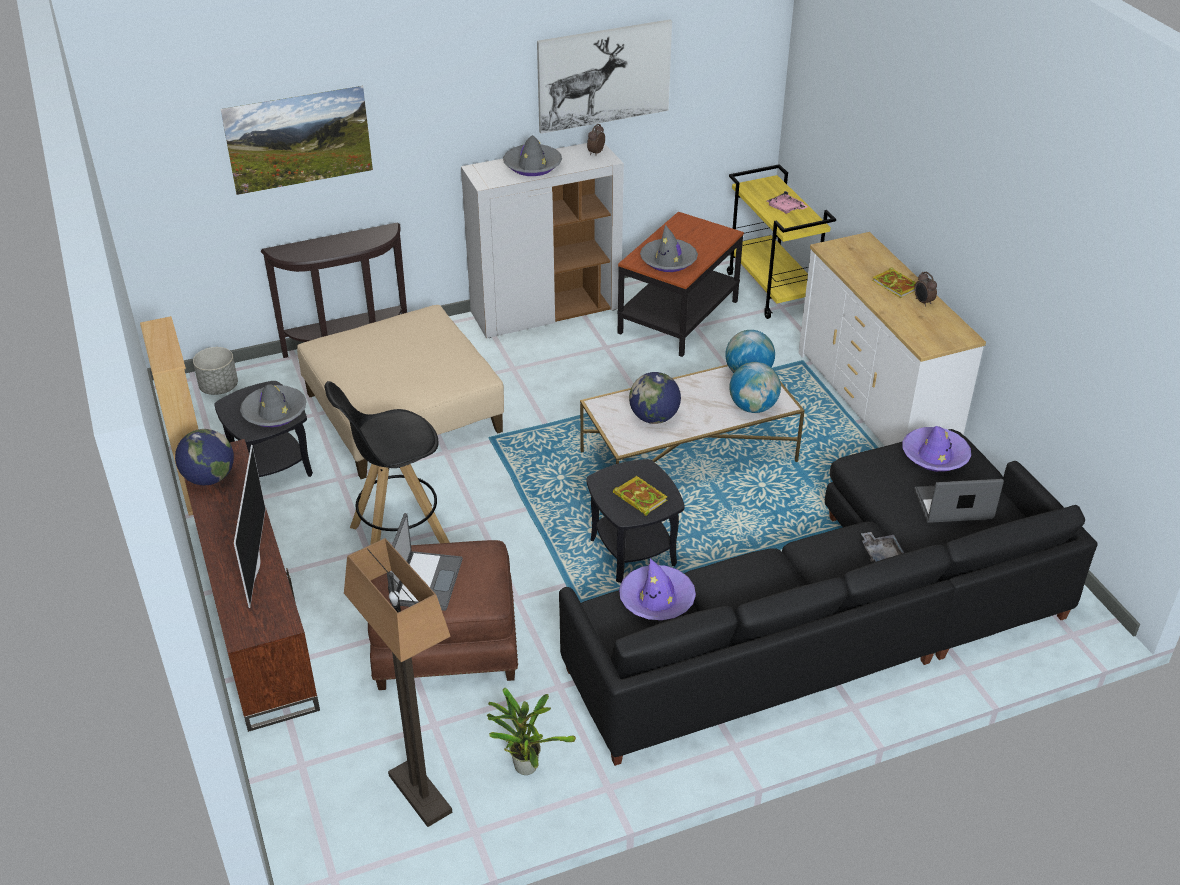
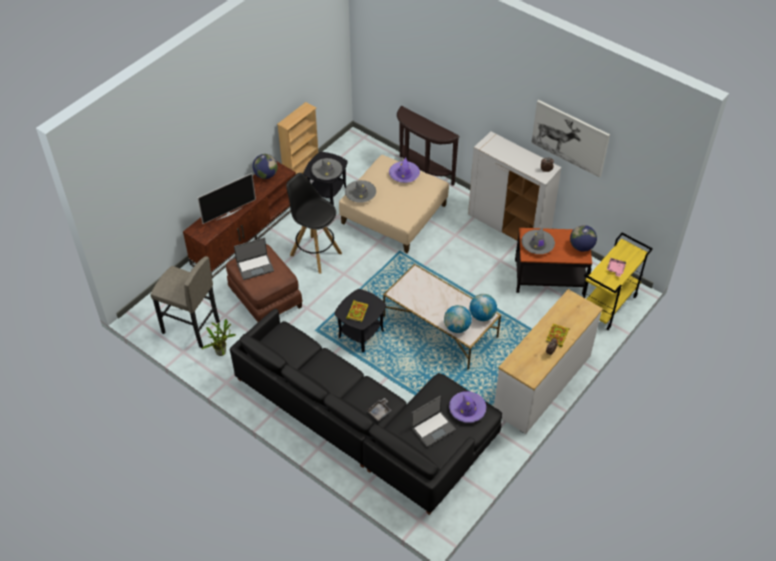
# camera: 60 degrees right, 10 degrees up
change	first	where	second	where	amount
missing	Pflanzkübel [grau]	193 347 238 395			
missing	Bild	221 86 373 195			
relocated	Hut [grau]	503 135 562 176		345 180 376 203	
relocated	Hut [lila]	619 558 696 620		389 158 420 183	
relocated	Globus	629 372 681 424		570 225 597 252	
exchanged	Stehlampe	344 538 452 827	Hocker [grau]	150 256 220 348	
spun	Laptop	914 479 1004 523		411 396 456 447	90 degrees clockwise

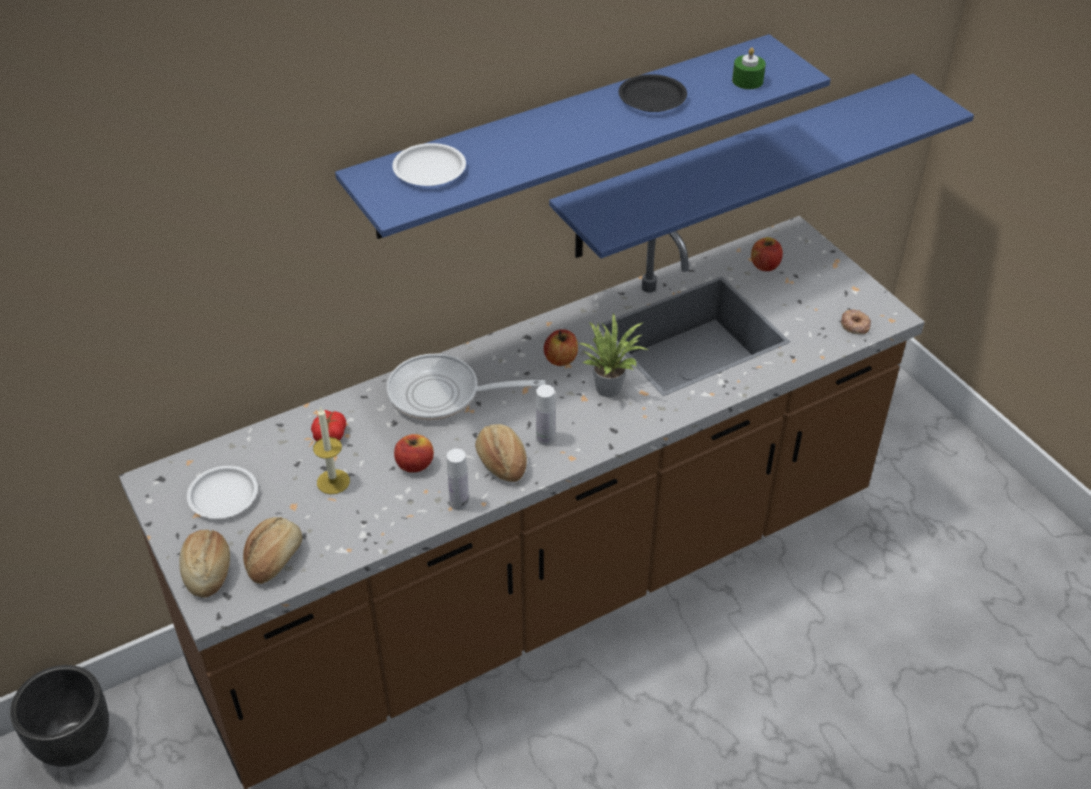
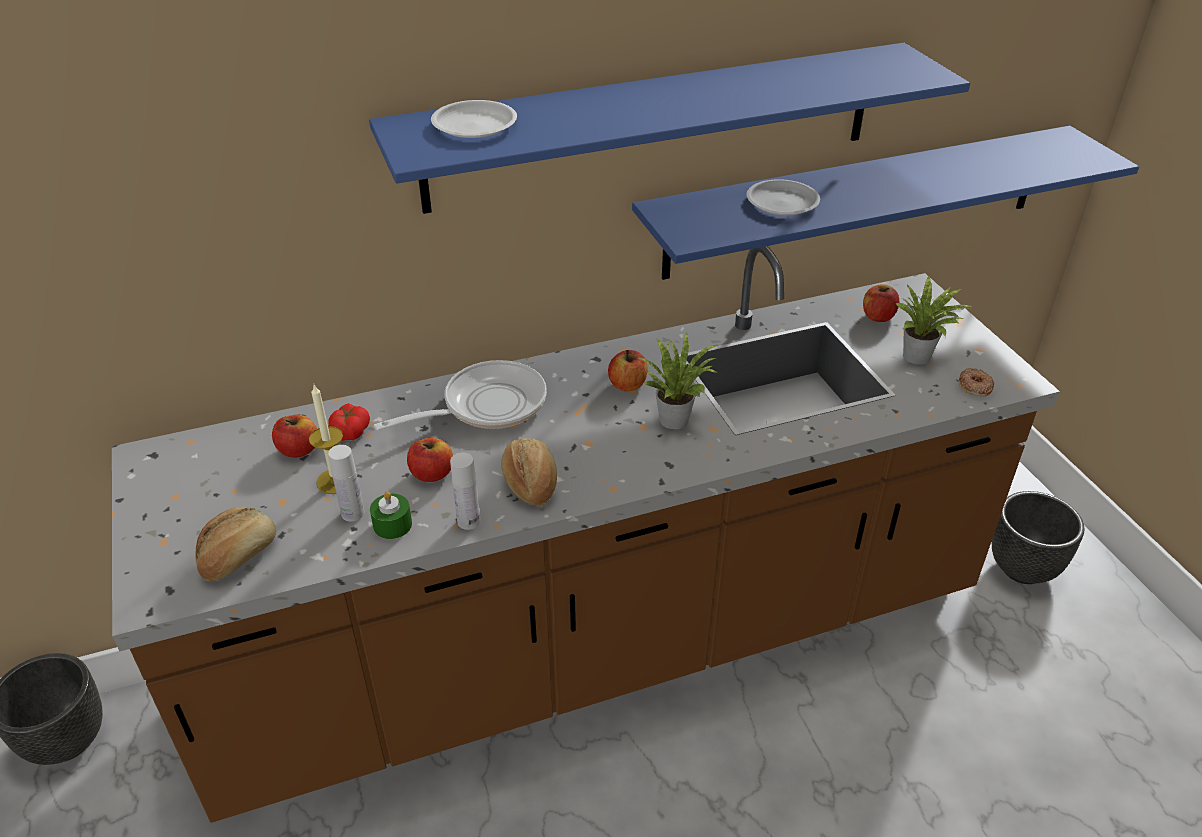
# camera: 10 degrees right, 5 degrees down
change	first	where	second	where	amount
missing	Brot	179 530 230 598			
missing	Teller [schwarz]	619 74 687 112			
appeared			Apfel	272 415 317 458	
appeared			Topfpflanze	896 276 971 365	
appeared			Pflanzkübel [schwarz]	992 491 1084 584	
relocated	Teller [weiß]	187 466 258 519		747 179 820 215	
relocated	Flasche [weiß]	536 385 555 445		328 445 364 522	
relocated	Kerze [grün]	732 48 766 89		370 491 412 539	
spun	Pfanne	387 354 545 421		374 360 547 431	135 degrees clockwise

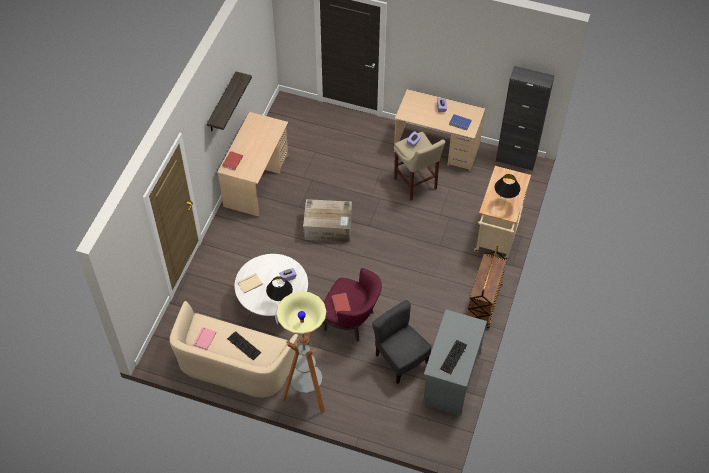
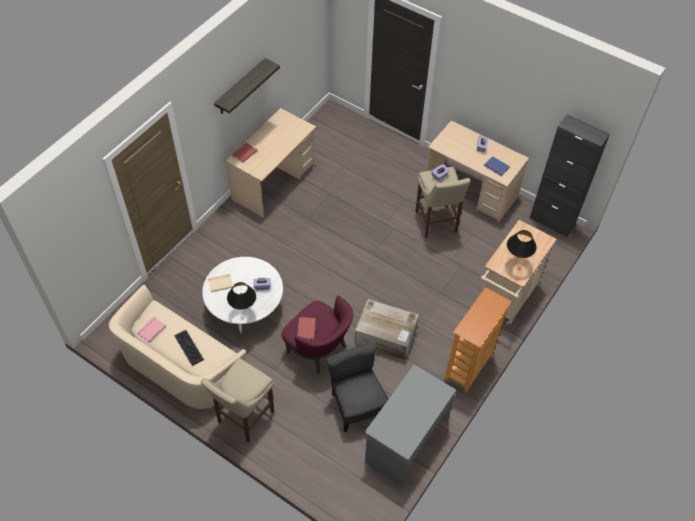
# camera: 15 degrees right, 0 degrees up
change	first	where	second	where	amount
missing	Tastatur	440 340 467 374			
relocated	Karton	303 199 352 242		355 299 419 360	
exchanged	Stehlampe	277 291 326 414	Hocker [beige]	201 358 274 443	
exchanged	Rollwagen [braun]	467 246 507 328	Bücherregal	444 287 512 393	

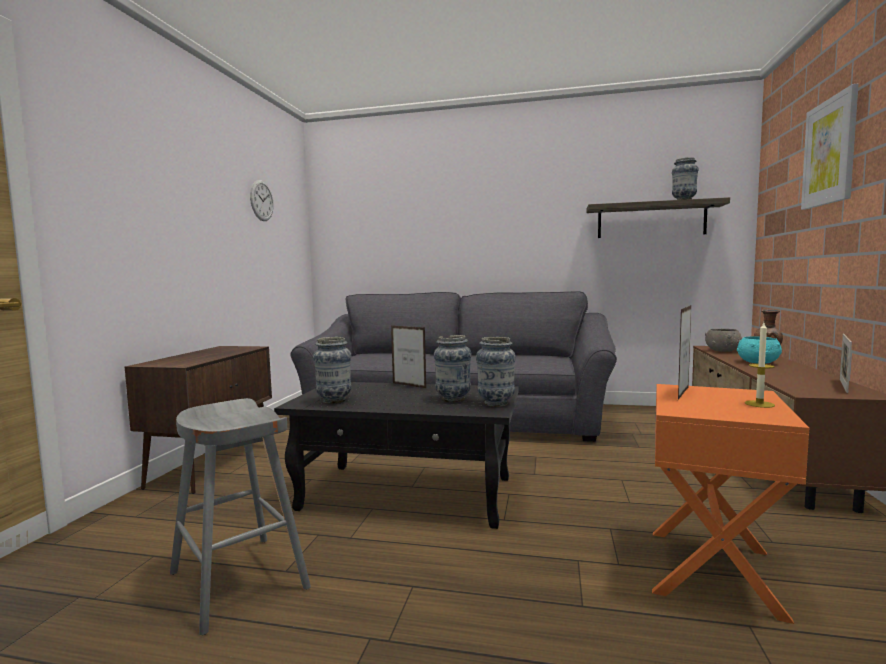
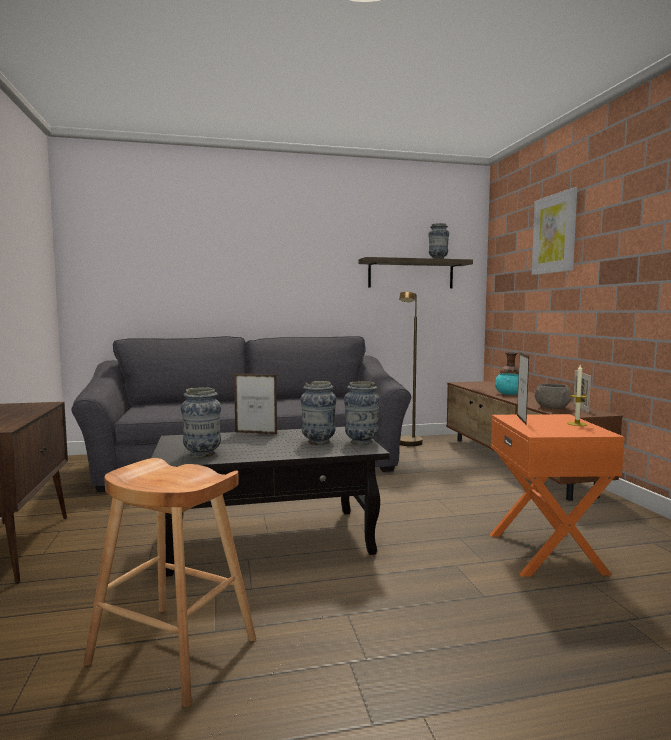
# camera: 25 degrees left, 0 degrees up
change	first	where	second	where	amount
missing	Wanduhr	250 180 274 221			
appeared			Stehlampe [braun]	399 292 423 446	
relocated	Schüssel [grau]	705 329 742 352		535 384 572 409	
colour	Hocker [grau]	170 398 311 635	Hocker [braun]	83 458 256 707	

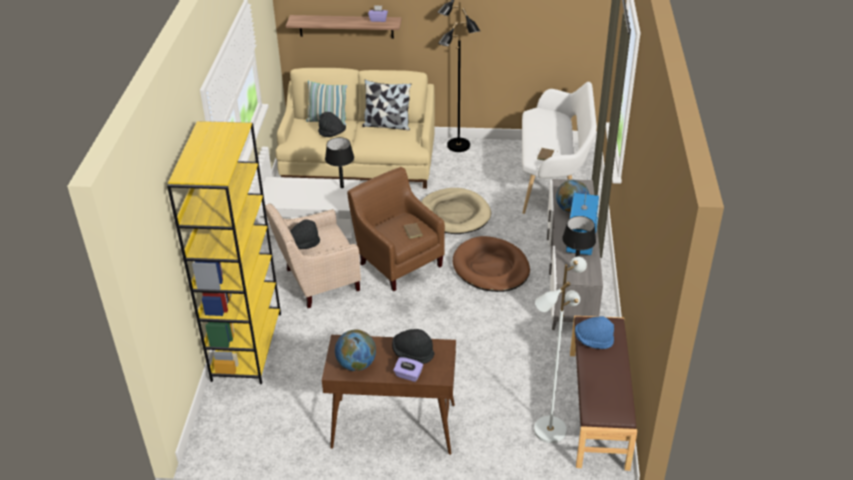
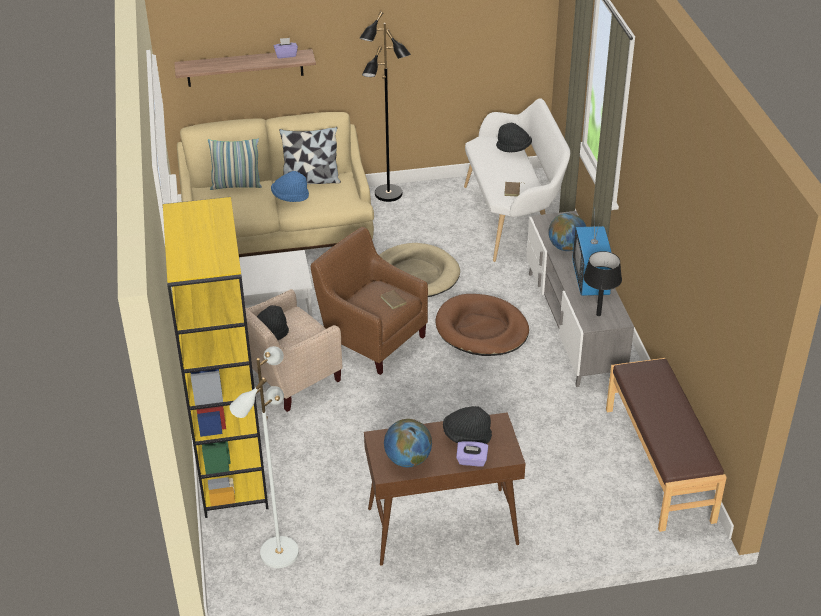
# camera: 15 degrees left, 0 degrees up
change	first	where	second	where	amount
missing	Tischlampe [schwarz]	325 137 354 188			
relocated	Hut [schwarz]	318 112 346 137		496 123 532 152	
relocated	Stehlampe [weiß]	534 257 587 443		230 346 299 568	
relocated	Hut [blau]	575 316 614 349		271 171 309 202	

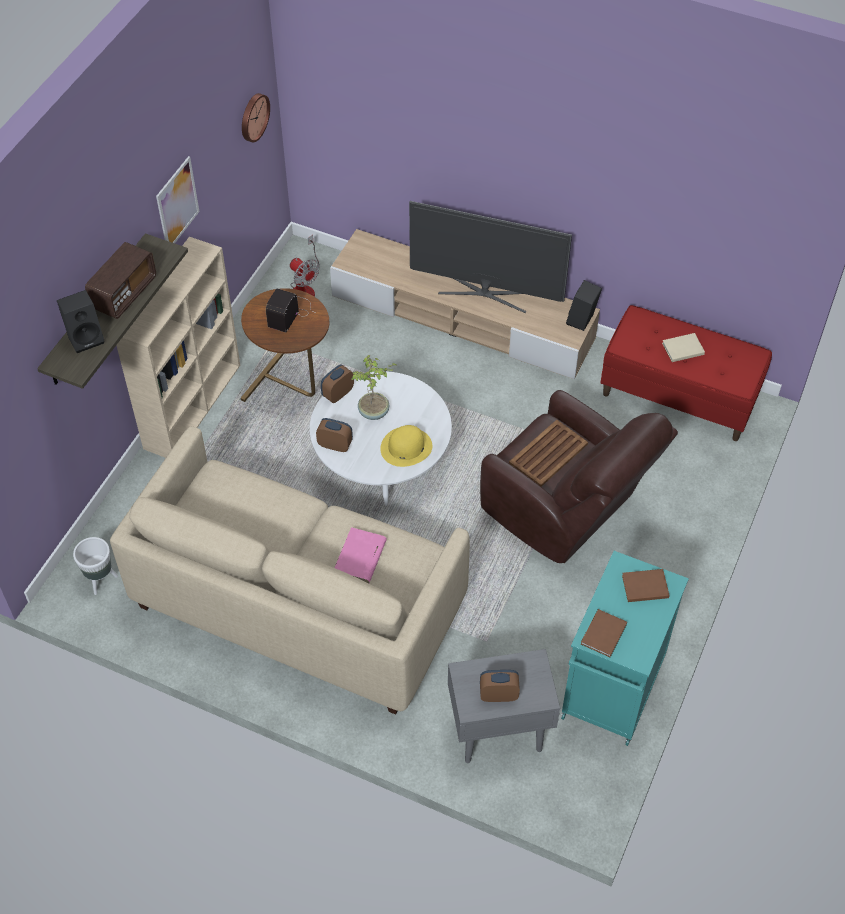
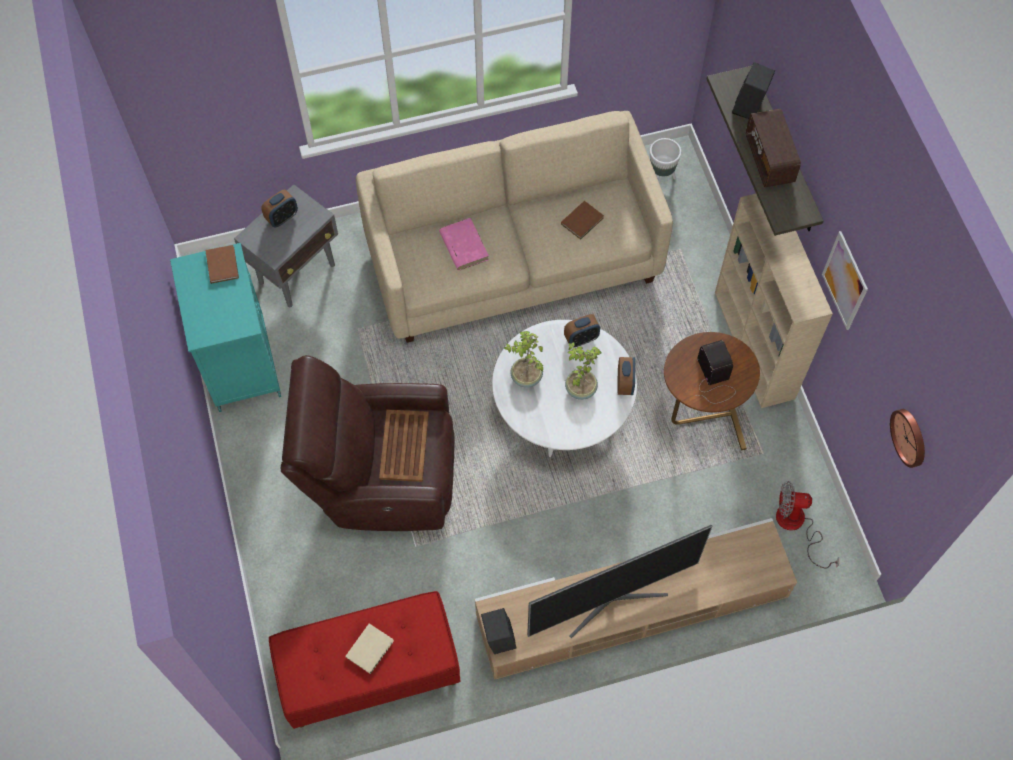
# camera: 140 degrees right, 10 degrees up
change	first	where	second	where	amount
relocated	Buch [braun]	622 569 670 602		561 201 604 240	
exchanged	Hut [gelb]	380 425 432 467	Topfpflanze	504 331 543 388	

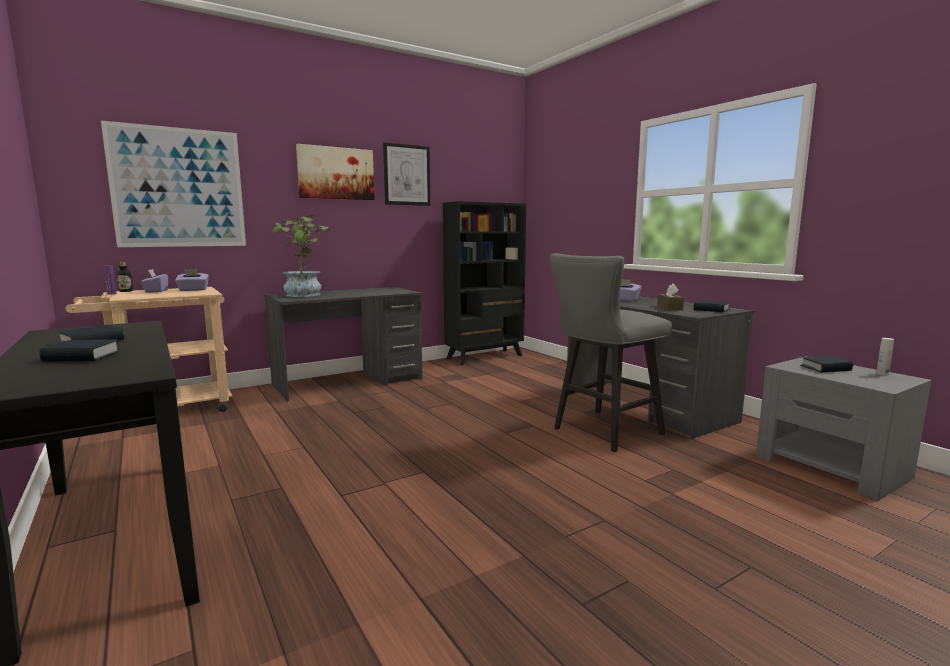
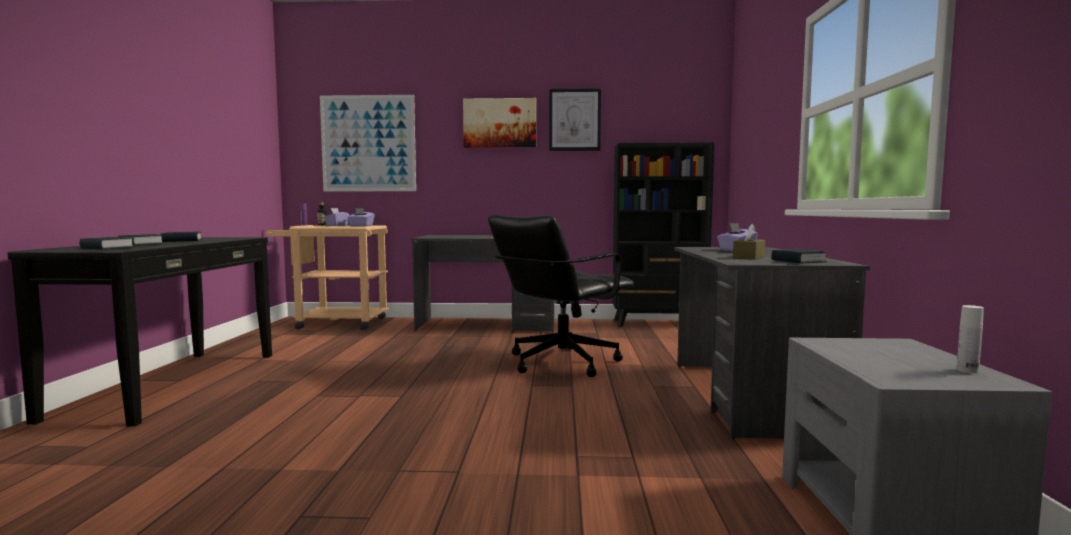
# camera: 35 degrees right, 5 degrees down
change	first	where	second	where	amount
missing	Topfpflanze	272 215 329 297			
missing	Hocker [grau]	549 253 672 452			
appeared			Bürostuhl [schwarz]	488 215 634 377	
relocated	Buch	800 356 853 372		79 237 134 249	

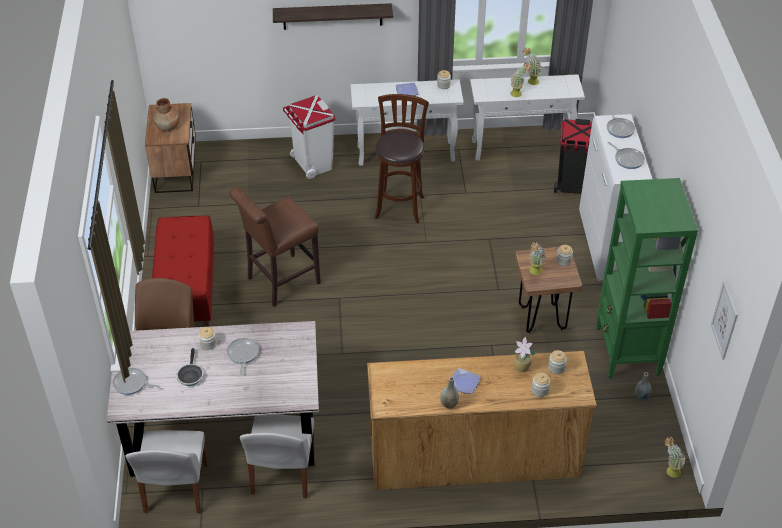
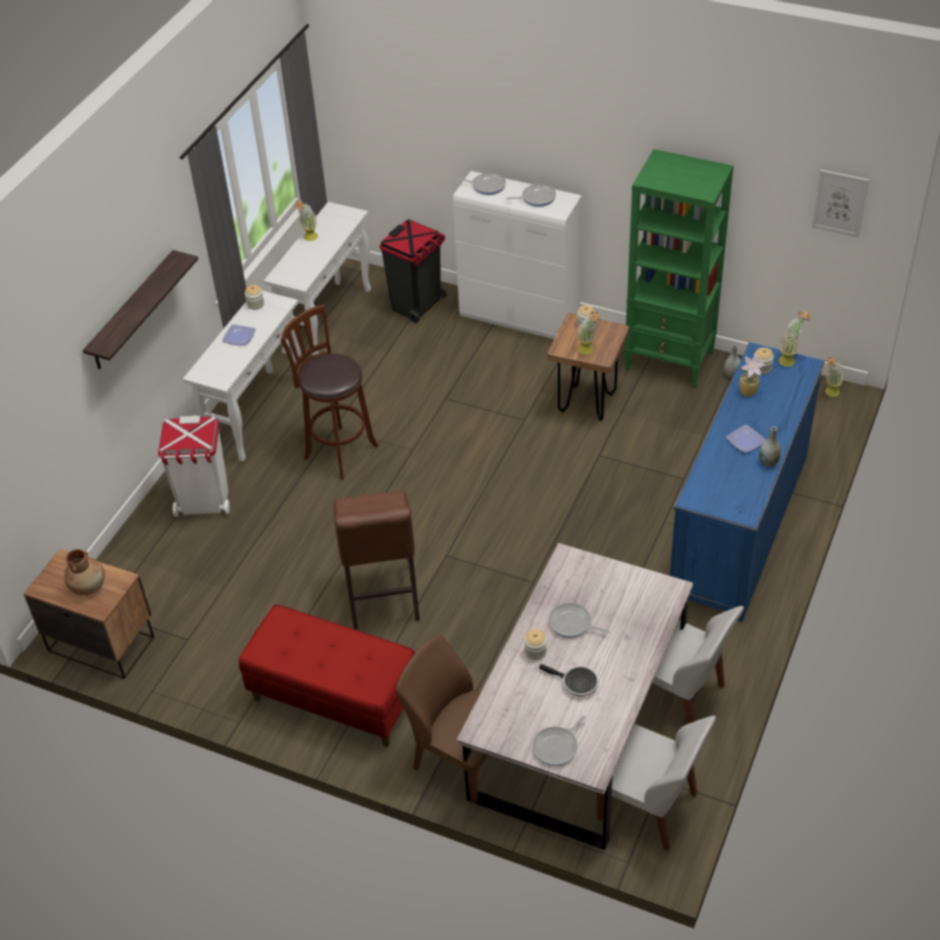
# camera: 60 degrees left, 0 degrees up
change	first	where	second	where	amount
missing	Vorratsglas	532 373 550 397			
relocated	Topfpflanze	510 63 531 97		778 310 811 367	
colour	Kommode [braun]	367 351 597 490	Kommode [blau]	670 342 825 622	

